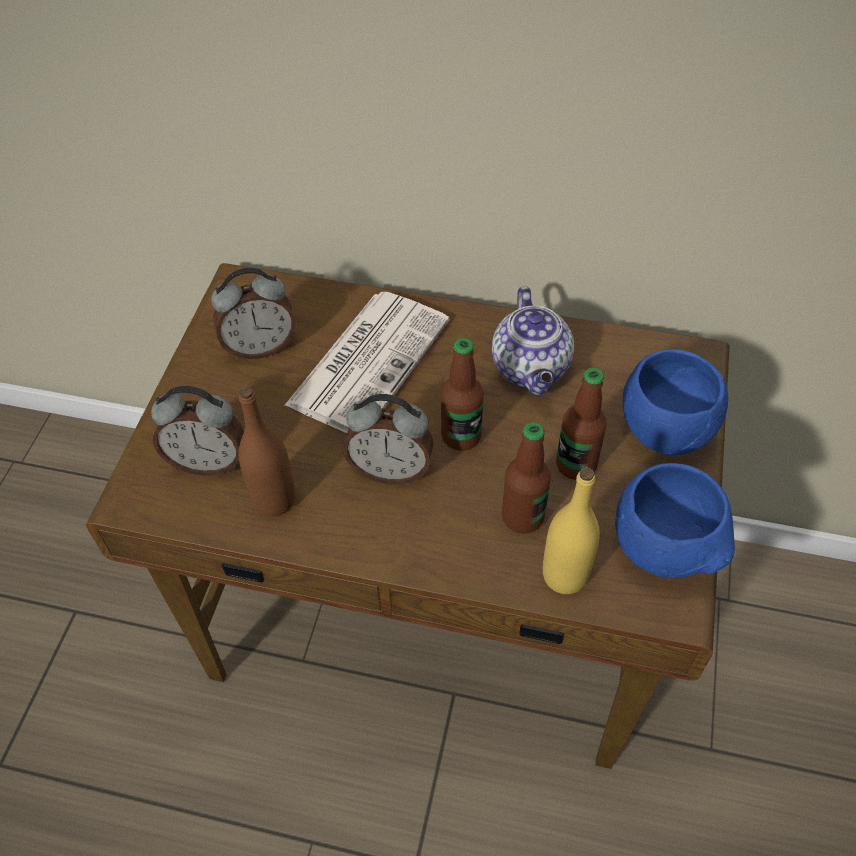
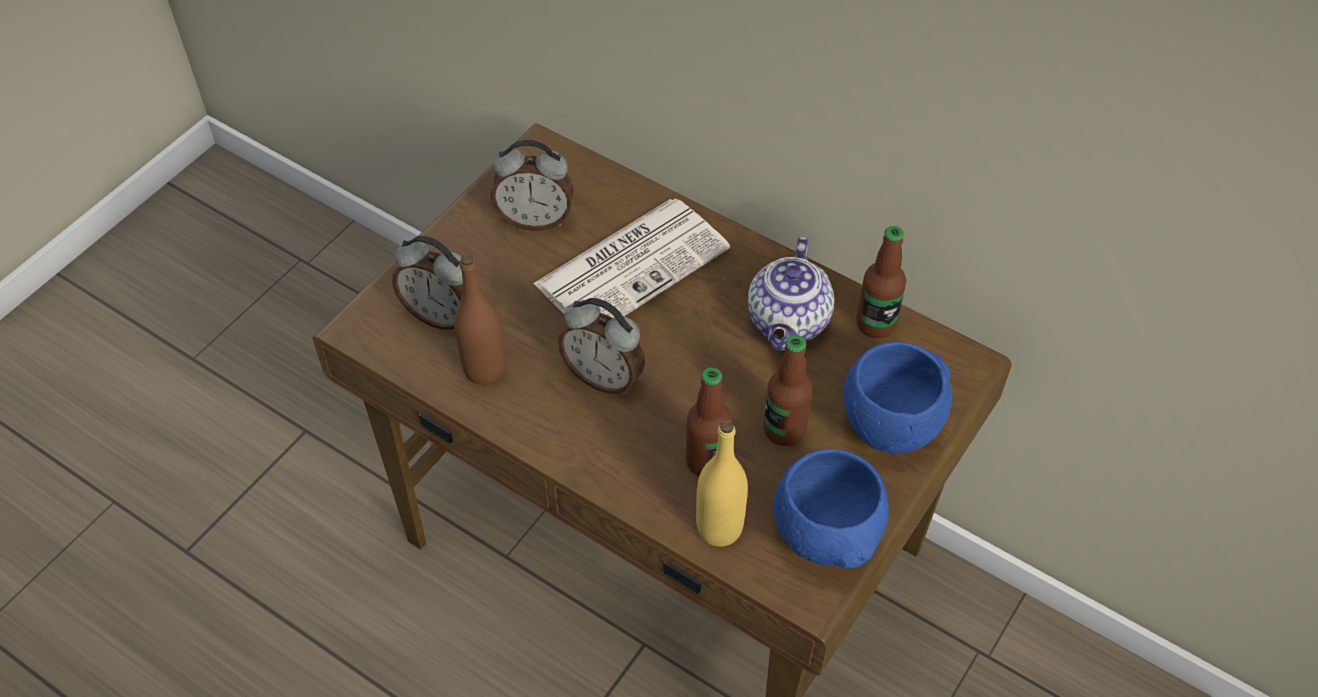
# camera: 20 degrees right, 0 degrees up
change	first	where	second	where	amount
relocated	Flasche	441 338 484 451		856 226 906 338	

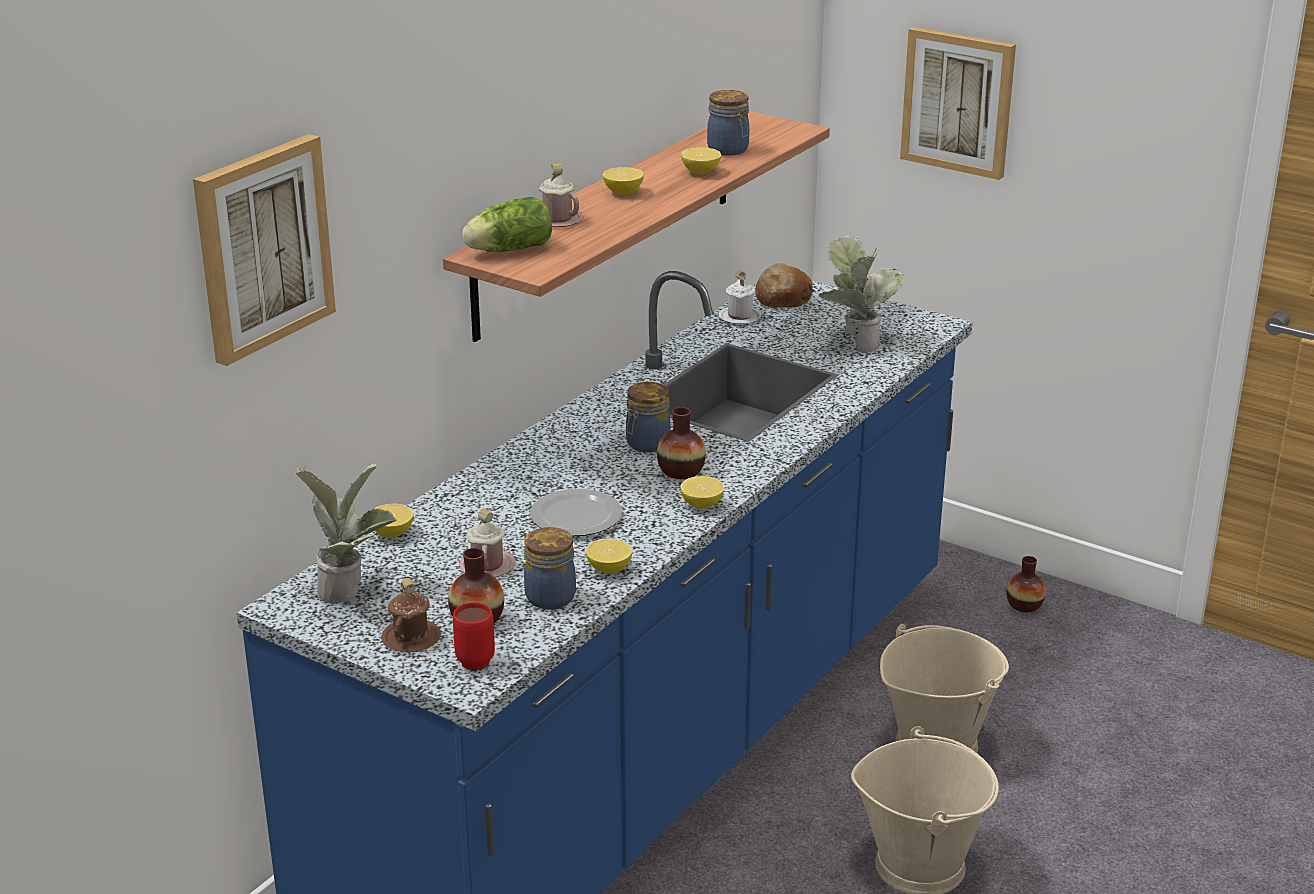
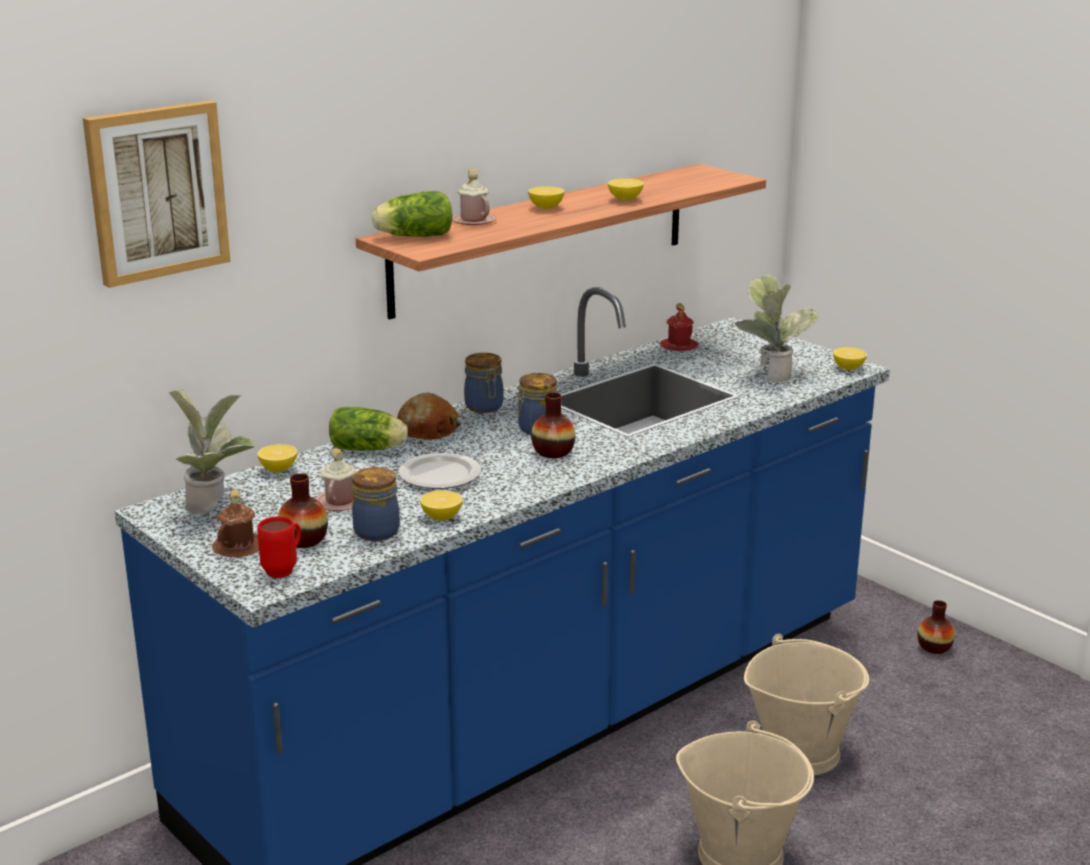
# camera: 15 degrees right, 5 degrees down
change	first	where	second	where	amount
missing	Bild	900 27 1016 180			
appeared			Salatkopf	329 407 408 451	
relocated	Zitrone	680 476 725 509		833 347 867 370	
relocated	Vorratsglas	707 90 749 155		464 353 503 413	
relocated	Brot	755 263 814 308		397 393 460 440	
colour	Henkelbecher [weiß]	718 270 762 324	Henkelbecher [rot]	660 303 699 351	

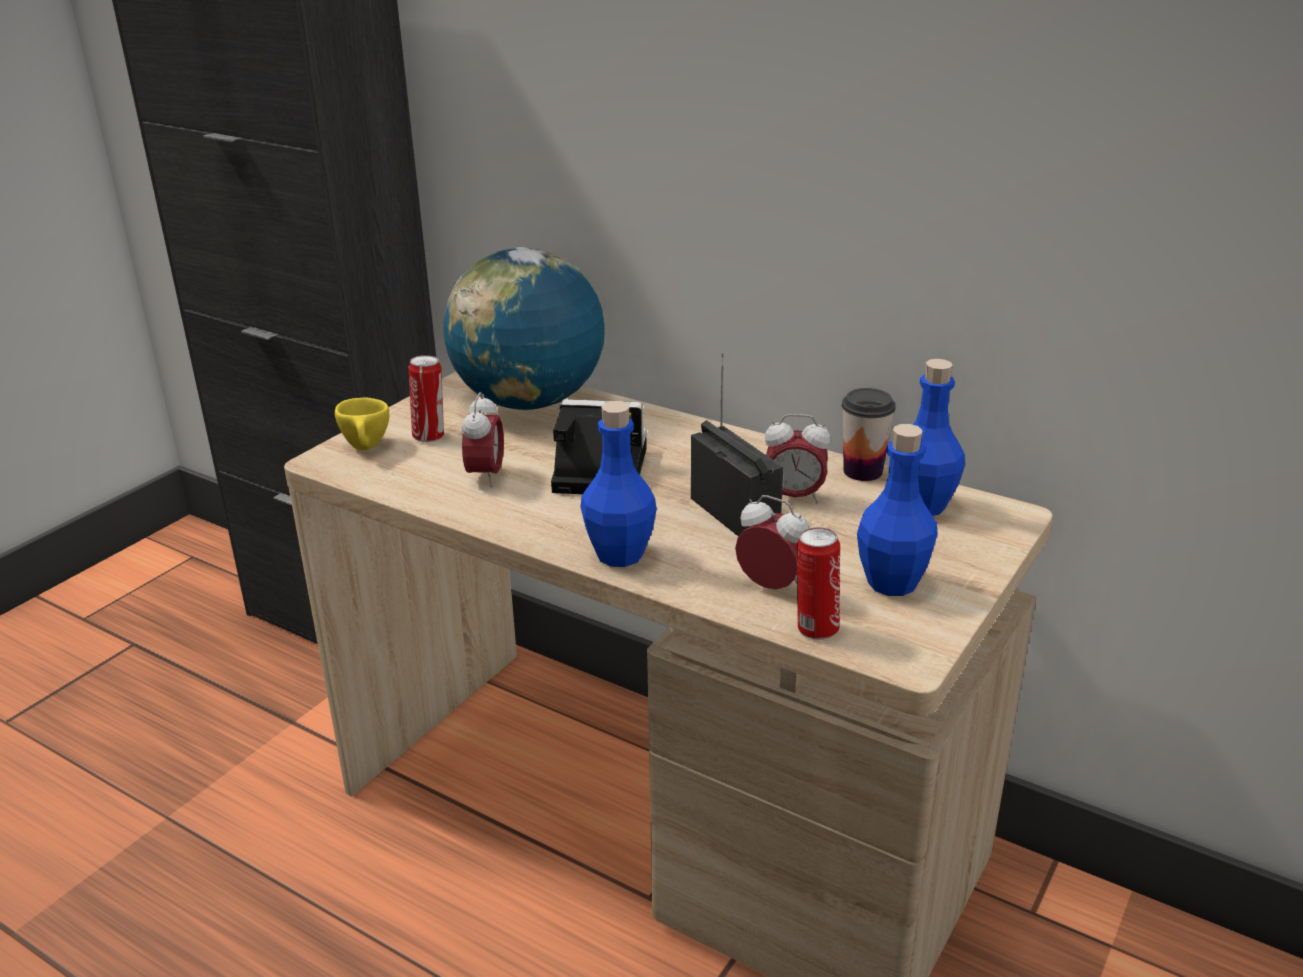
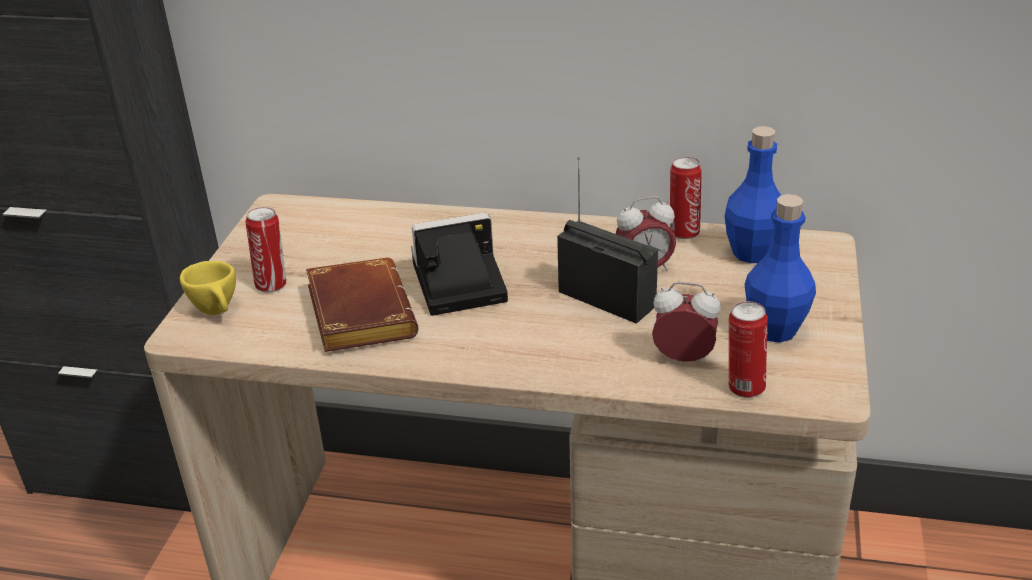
# camera: 20 degrees left, 5 degrees up
change	first	where	second	where	amount
missing	Globus	444 247 605 411			
missing	Flasche [blau]	580 401 657 567			
exchanged	Wecker	462 392 504 487	Buch [braun]	306 258 418 352	
exchanged	Tasse	842 388 896 481	Dose	670 157 702 239	

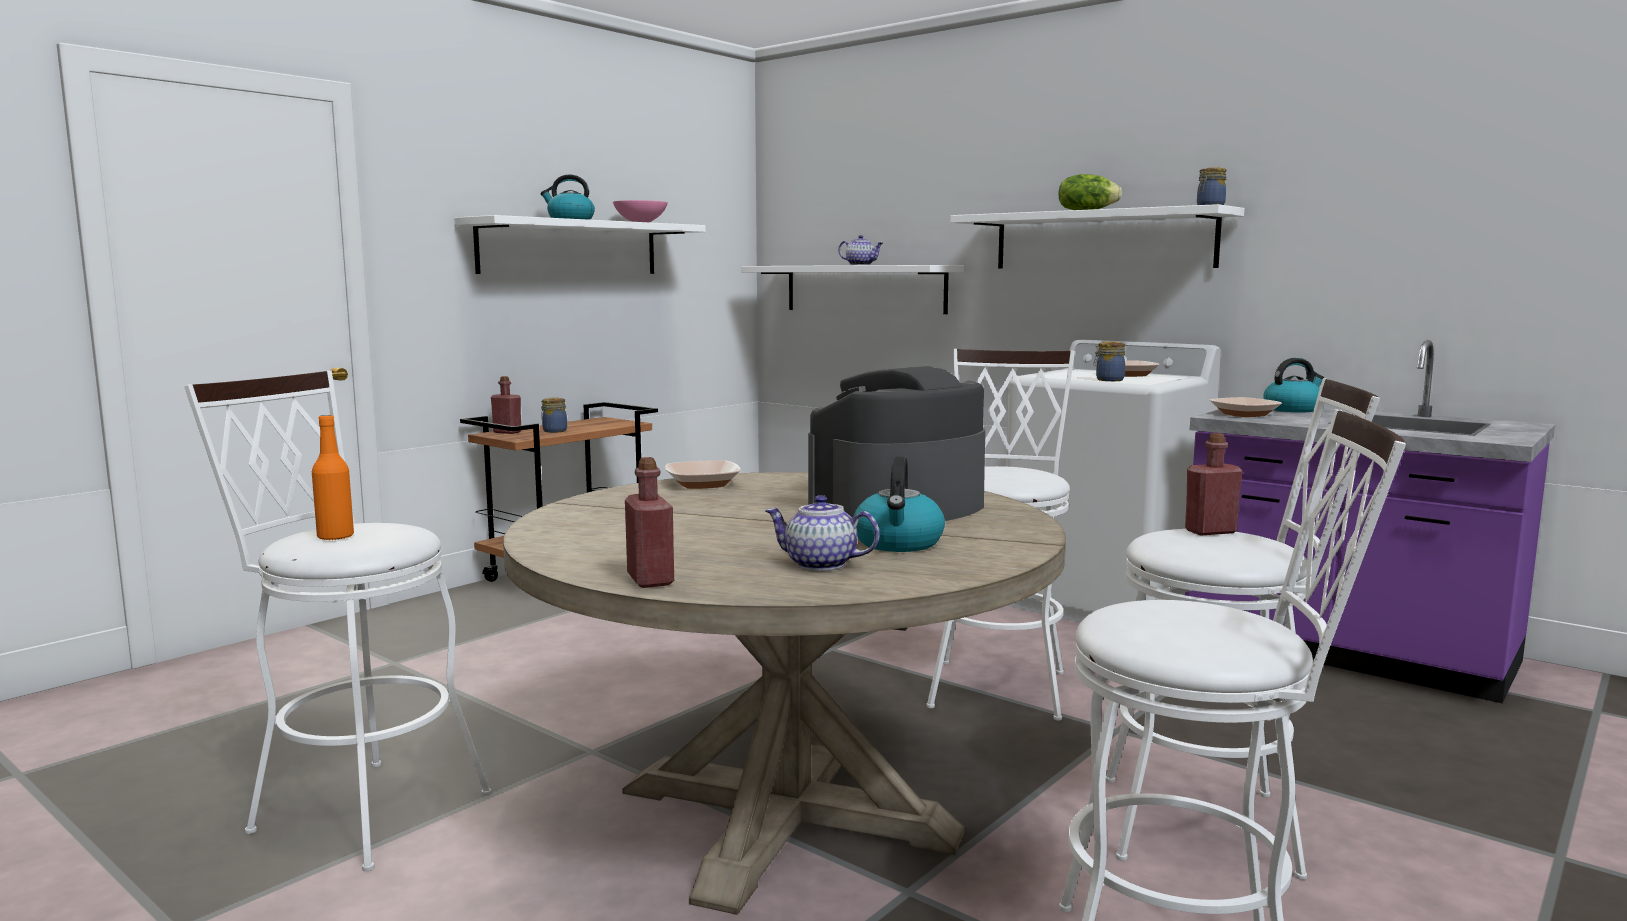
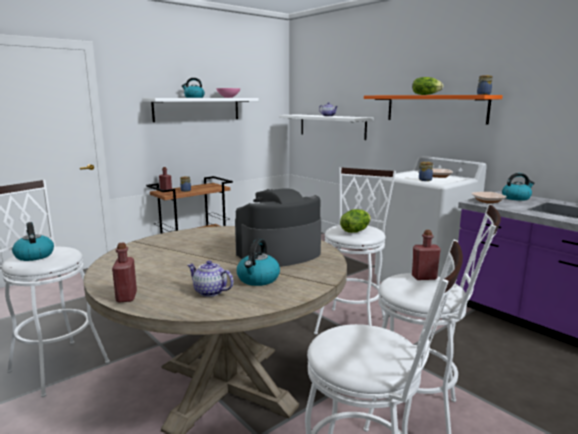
# camera: 10 degrees right, 5 degrees up
change	first	where	second	where	amount
missing	Schüssel	665 460 741 489			
appeared			Salatkopf	340 209 371 233	
exchanged	Flasche [orange]	312 415 354 541	Wasserkessel	12 222 54 261	
colour	Wandregal [weiß]	950 204 1245 269	Wandregal [orange]	364 95 503 124	

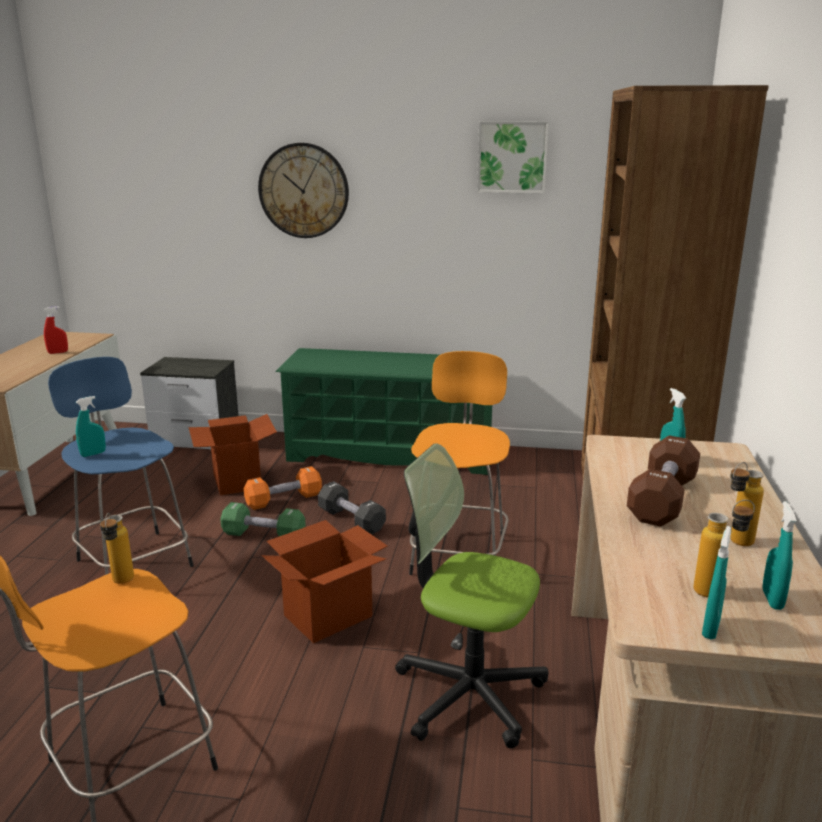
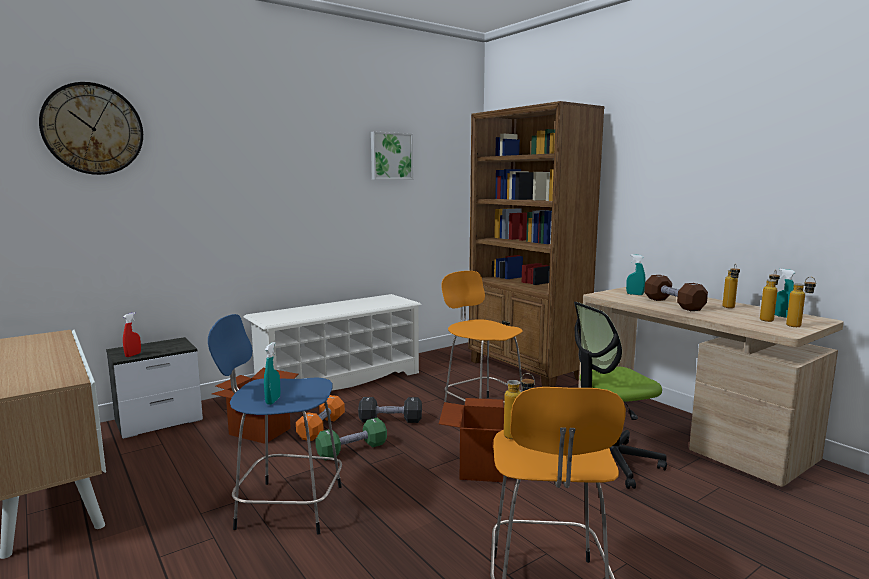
# camera: 45 degrees left, 10 degrees down
change	first	where	second	where	amount
relocated	Sprühflasche [rot]	44 306 68 354		123 312 141 357	
relocated	Wanduhr	258 143 349 238		39 82 143 175	
exchanged	Sprühflasche [türkis]	702 526 731 640	Flasche	786 277 816 327	
colour	Schuhregal [grün]	276 348 492 475	Schuhregal [weiß]	244 294 422 390	

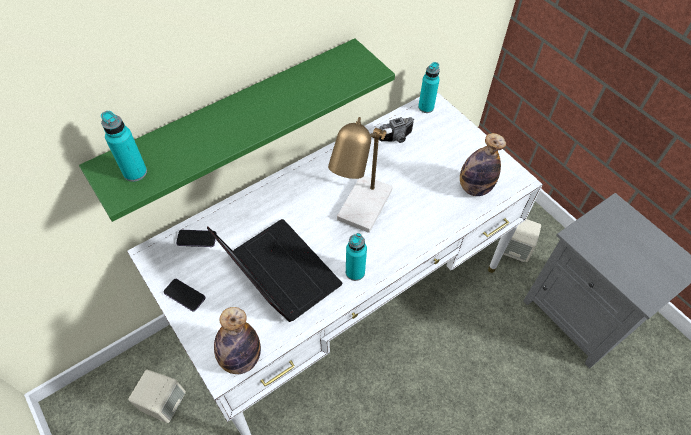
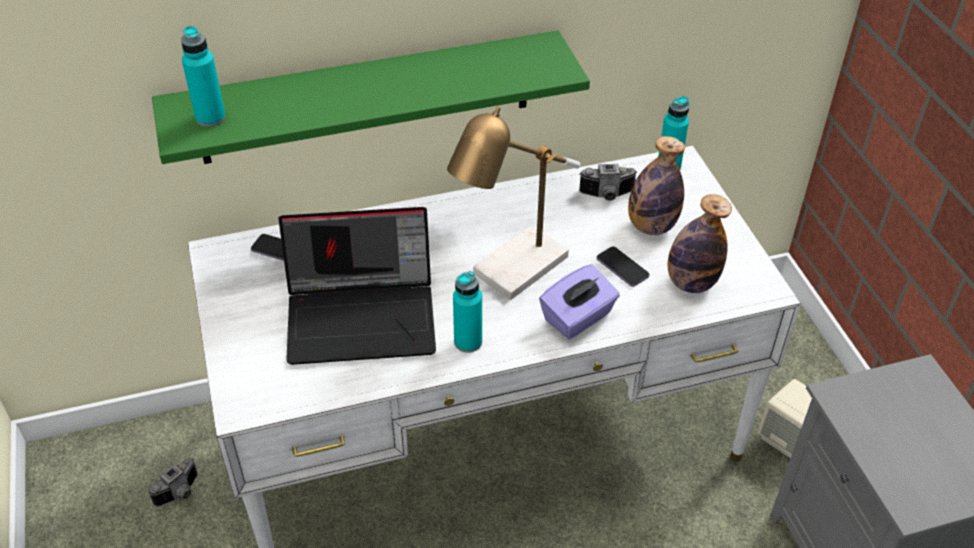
# camera: 20 degrees right, 10 degrees down
change	first	where	second	where	amount
appeared			Taschentuchbox [lila]	539 264 620 339	
relocated	Handy	163 279 205 311		597 246 649 287	
relocated	Flasche	214 307 261 374		628 136 685 235	
exchanged	Lautsprecher [beige]	128 370 186 423	Kamera	148 458 197 506	
spun	Laptop	207 219 342 322		278 207 436 365	105 degrees clockwise

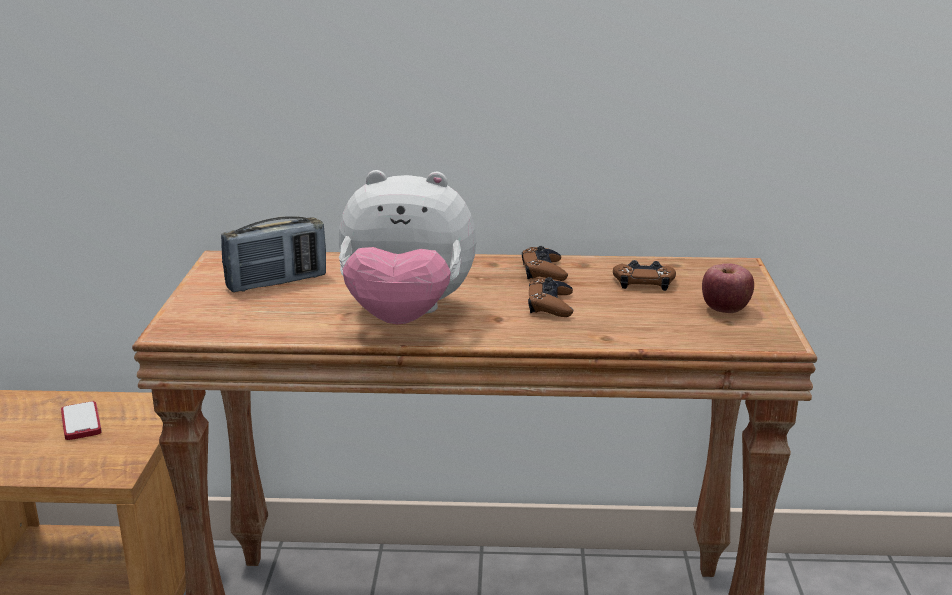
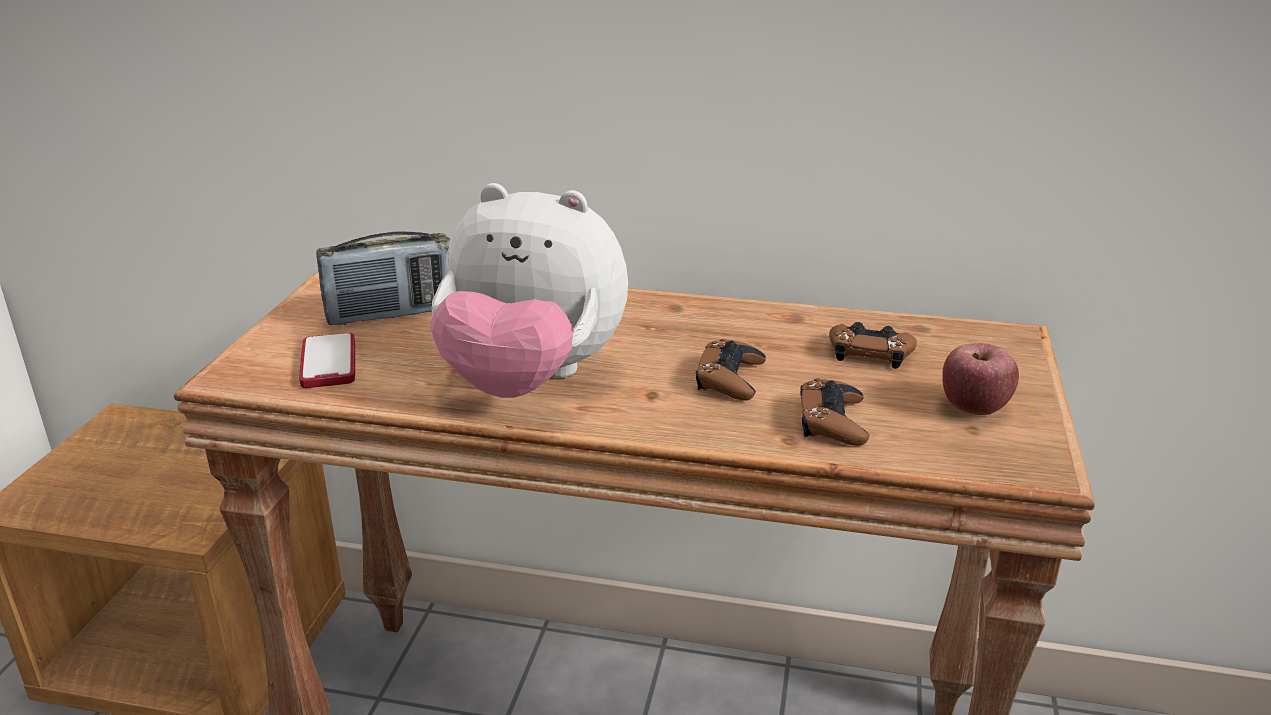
# camera: 10 degrees right, 5 degrees up
change	first	where	second	where	amount
relocated	Handy	61 401 102 440		299 333 355 388	
relocated	Gamepad [braun]	522 246 568 281		800 378 869 446	

